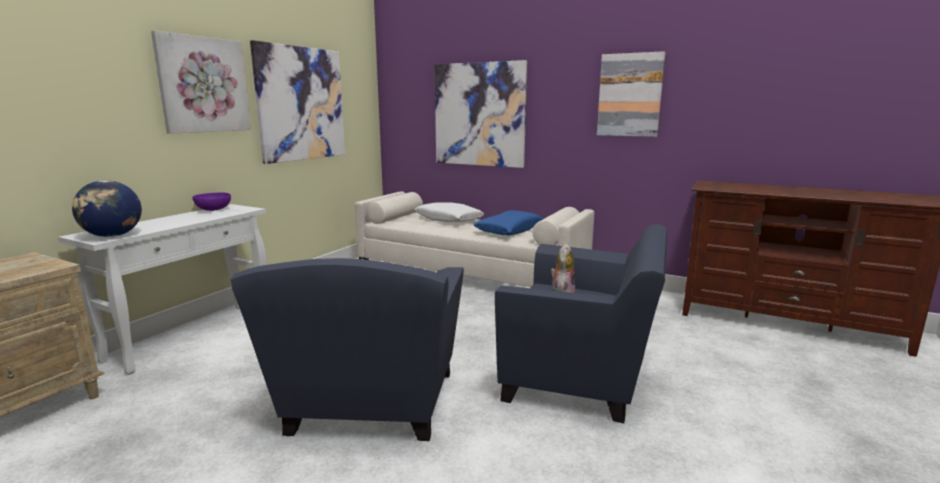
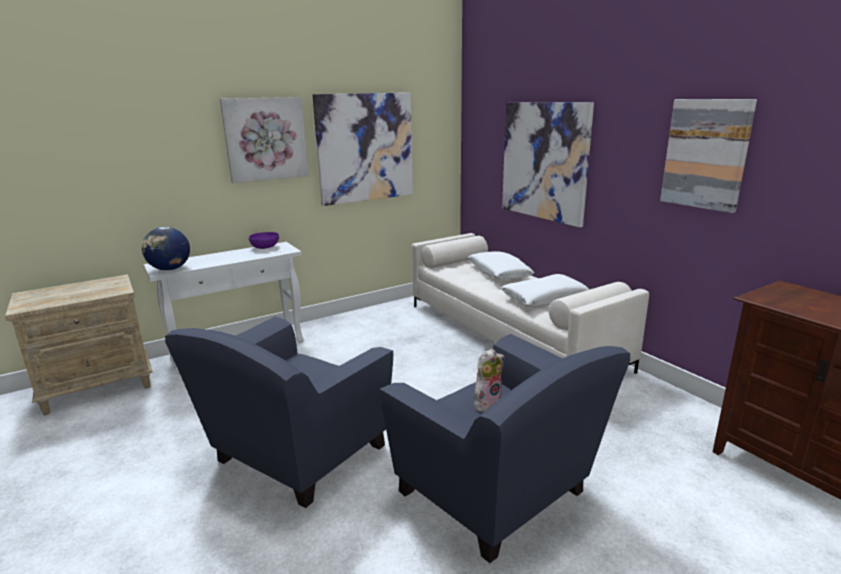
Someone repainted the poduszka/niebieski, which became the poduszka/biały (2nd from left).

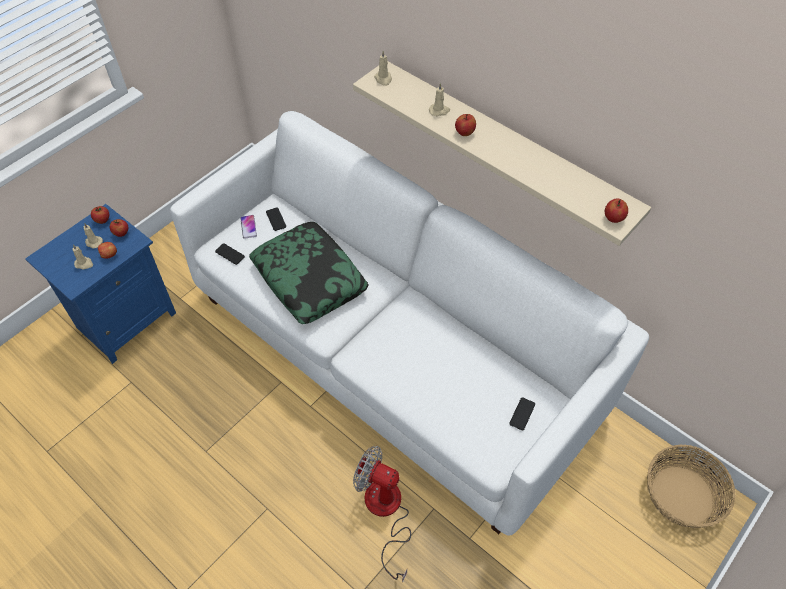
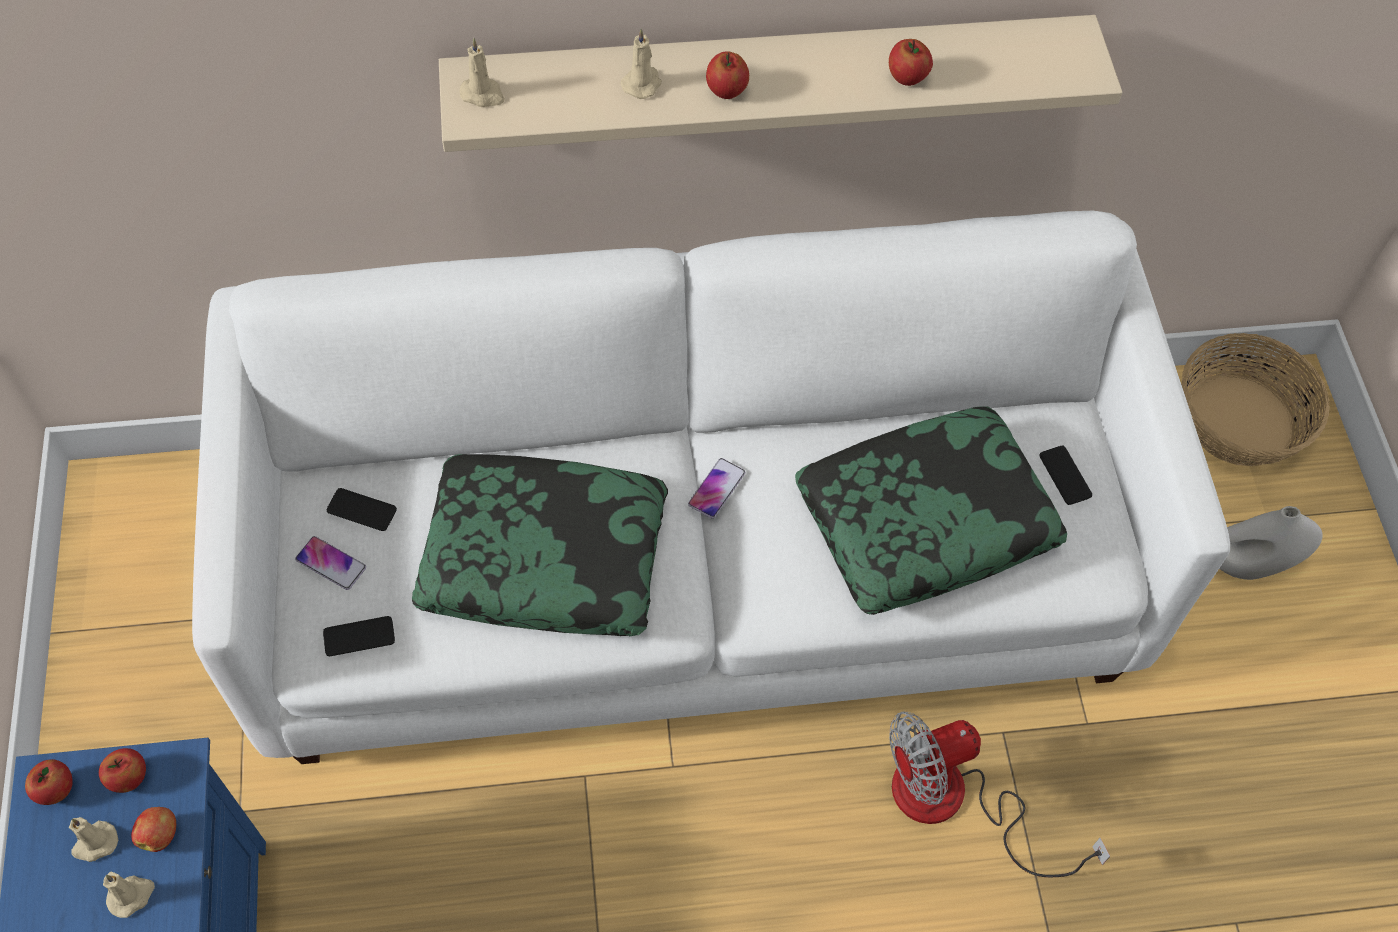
Someone carried the jabłko (5th from left). Someone put down the poduszka (2nd from left). Someone put down the telefon (4th from left). Someone put down the wazon/biały.

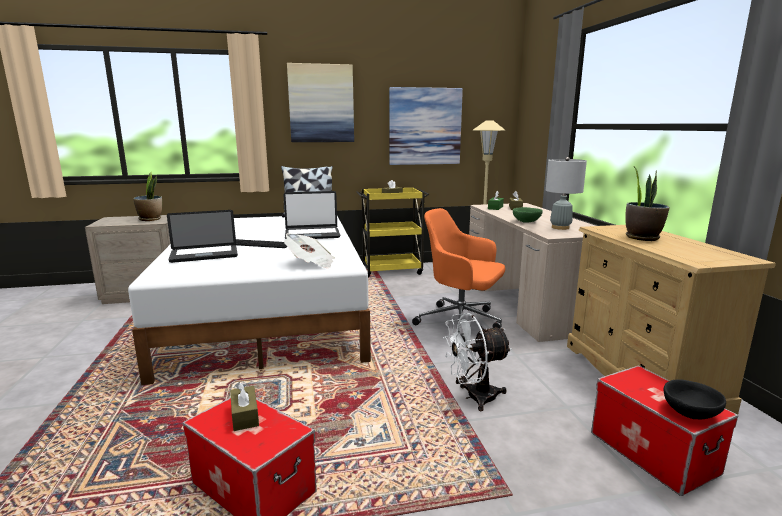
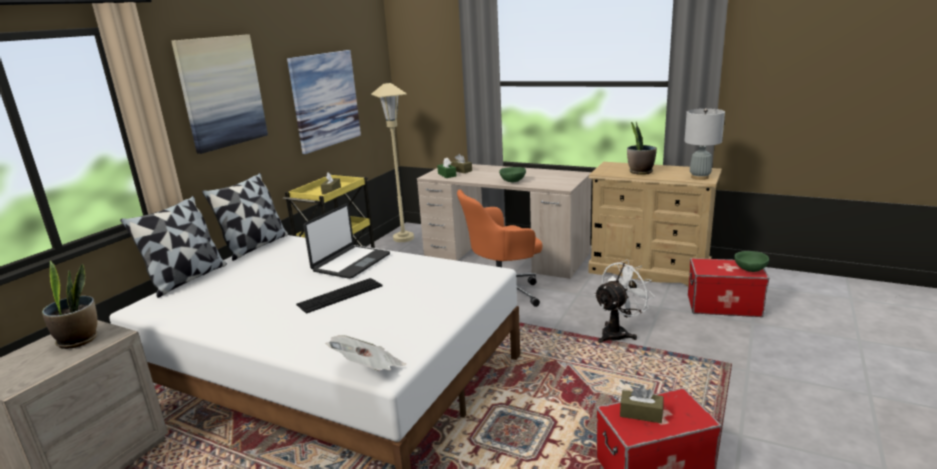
Someone carried the lampa stołowa/szary. Someone took away the laptop (1st from left). Someone carried the gazeta. Someone rotated the wentylator/biały by 150 degrees counterclockwise. Someone repainted the miska/czarny, which became the miska/zielony (2nd from left). Someone put down the poduszka (1st from left).

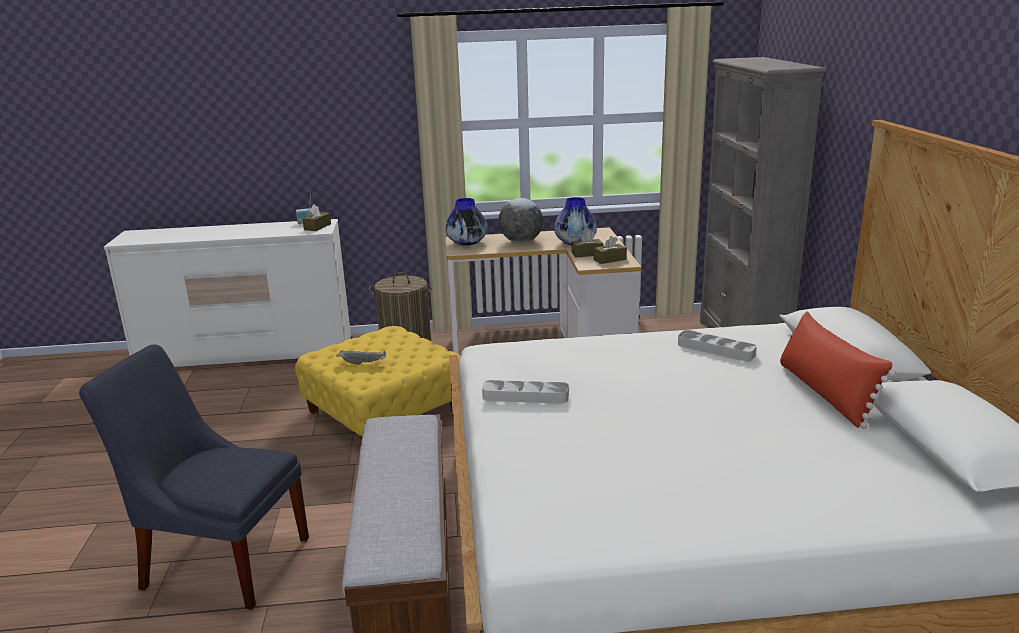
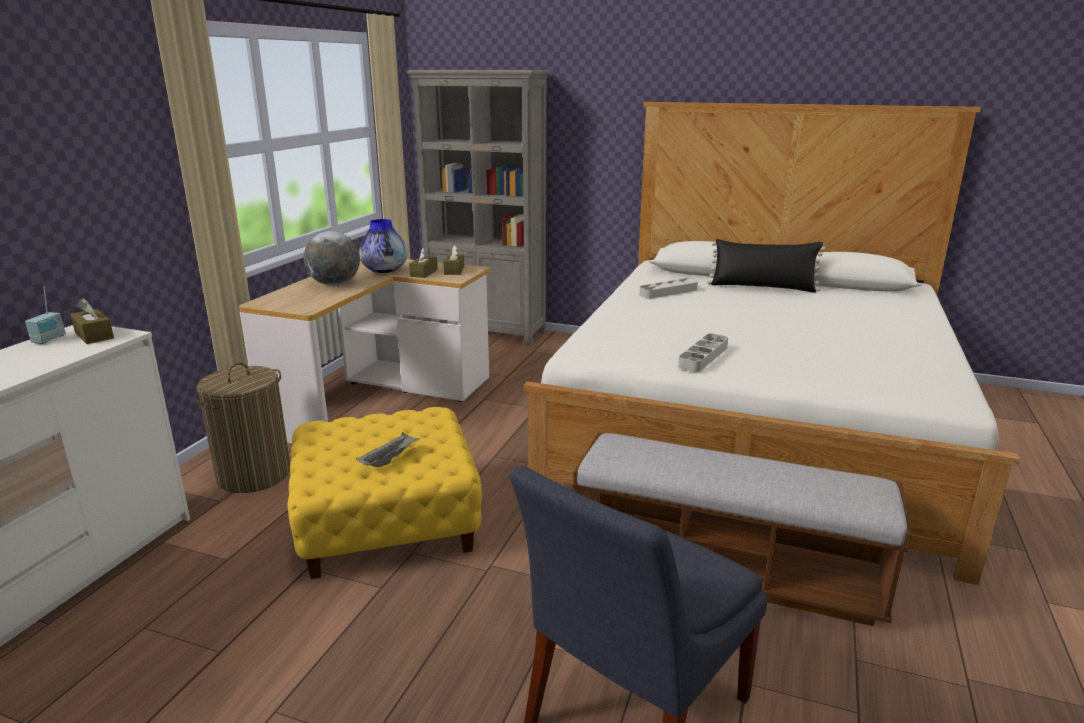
Someone took away the wazon (1st from left). Someone repainted the poduszka/czerwony, which became the poduszka/czarny.

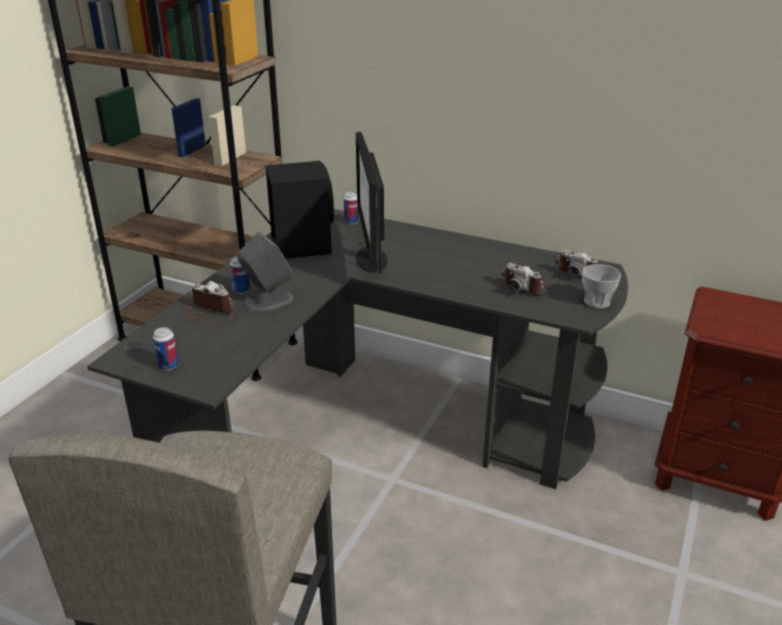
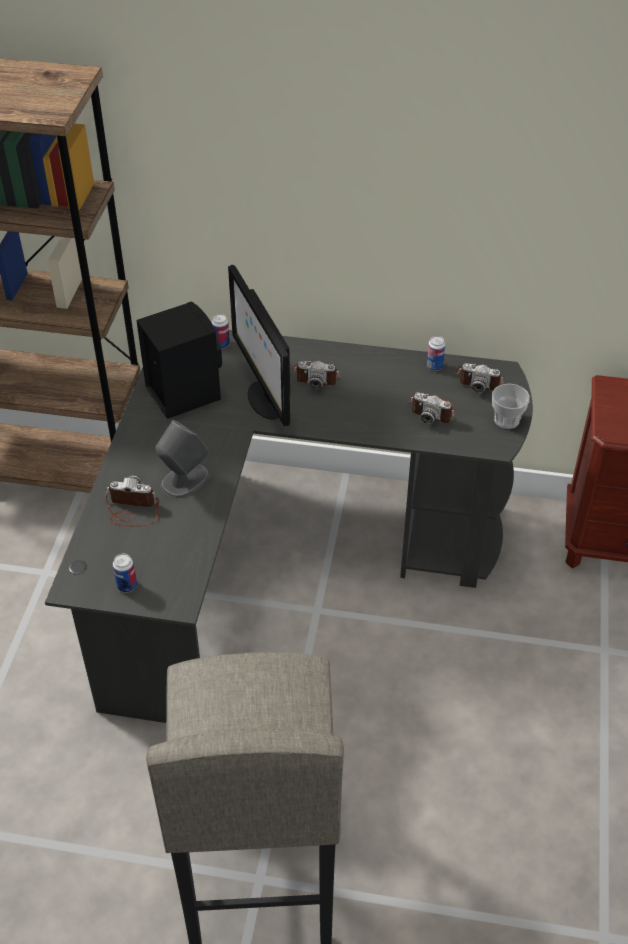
Someone carried the puszka (2nd from left in the first image). Someone put down the aparat fotograficzny (2nd from left).

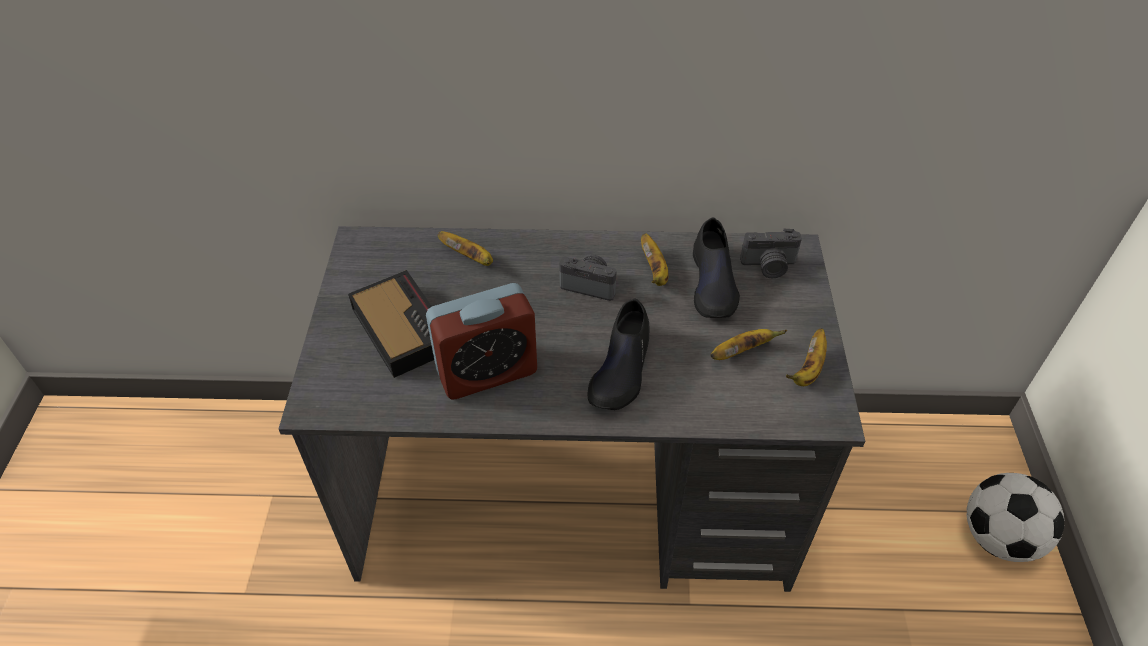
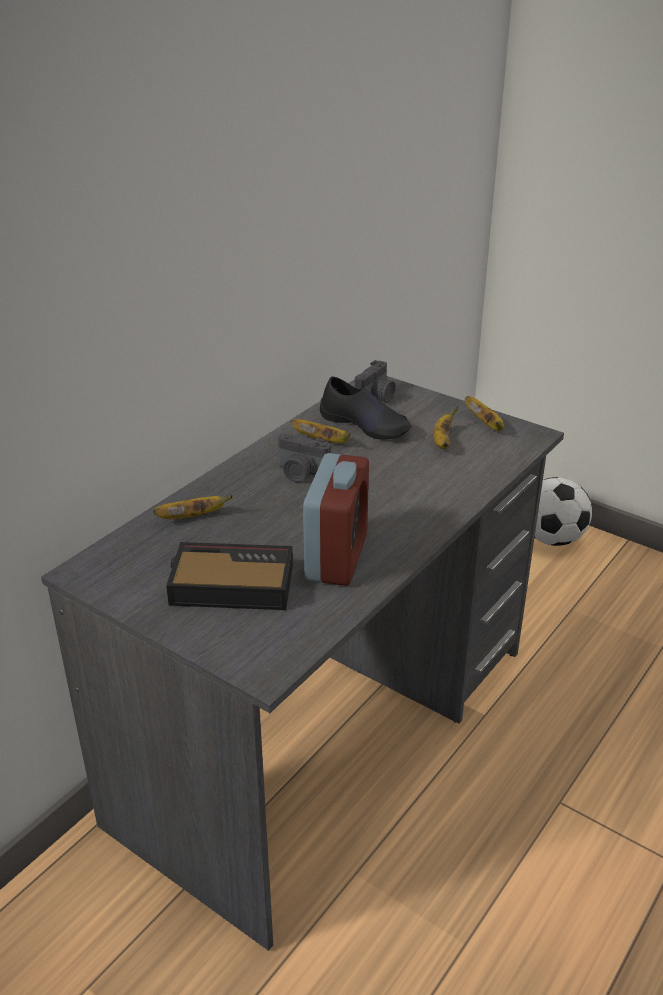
Someone rotated the aparat fotograficzny (1st from left) by 120 degrees counterclockwise. Someone took away the but/czarny (1st from left).

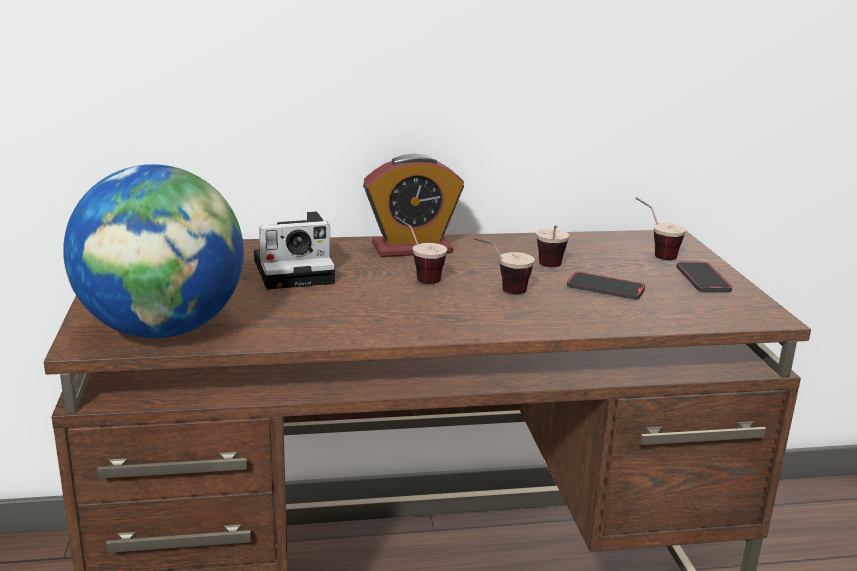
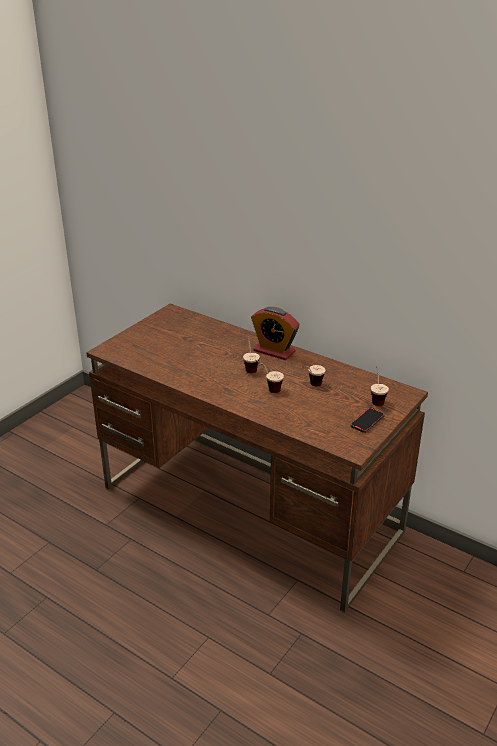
Someone took away the globus. Someone took away the aparat fotograficzny. Someone took away the telefon (1st from left).

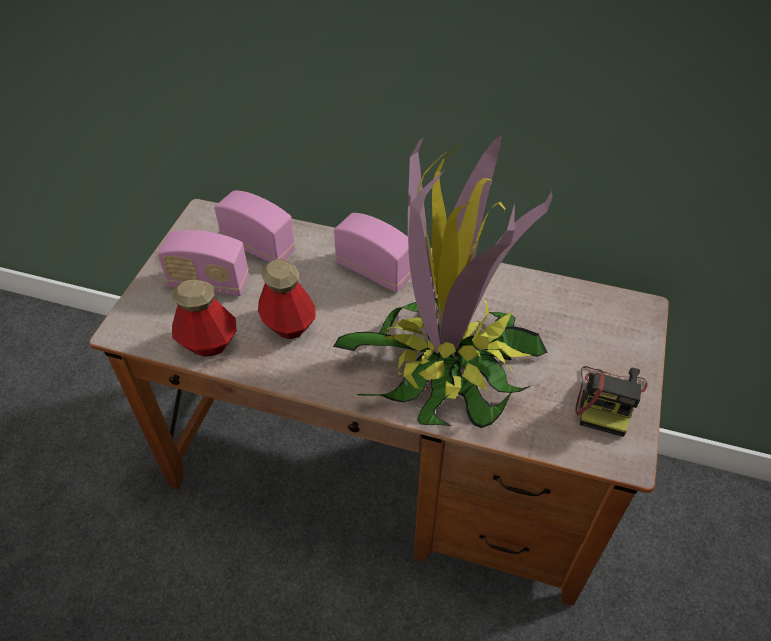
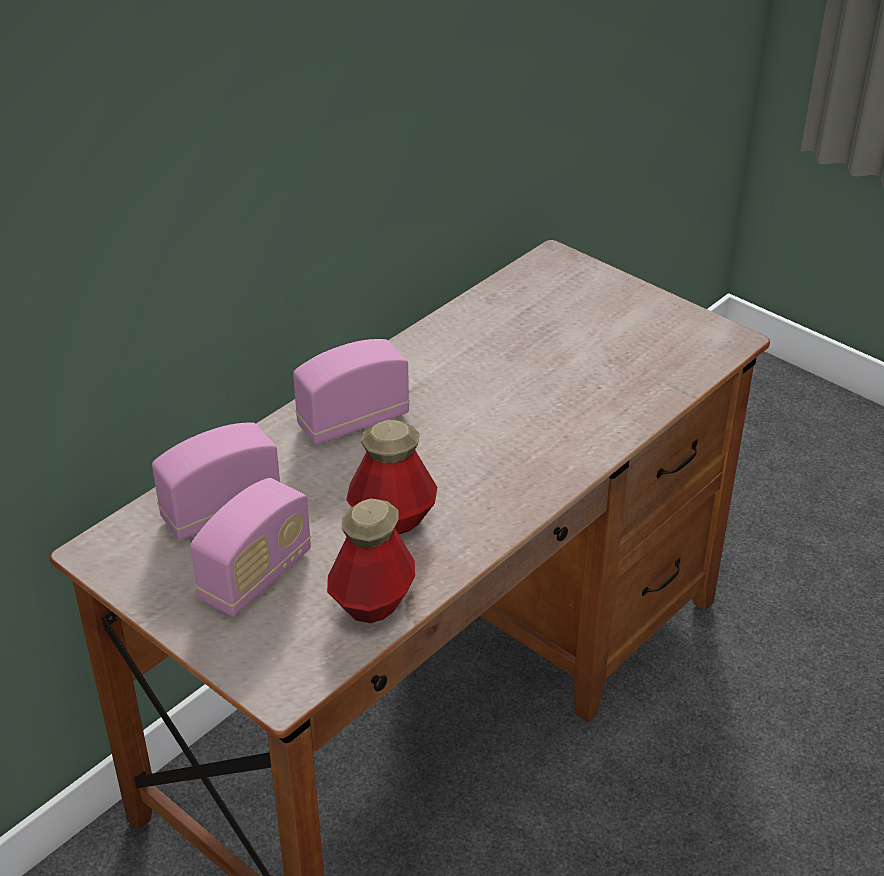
Someone took away the roślina doniczkowa. Someone took away the aparat fotograficzny.

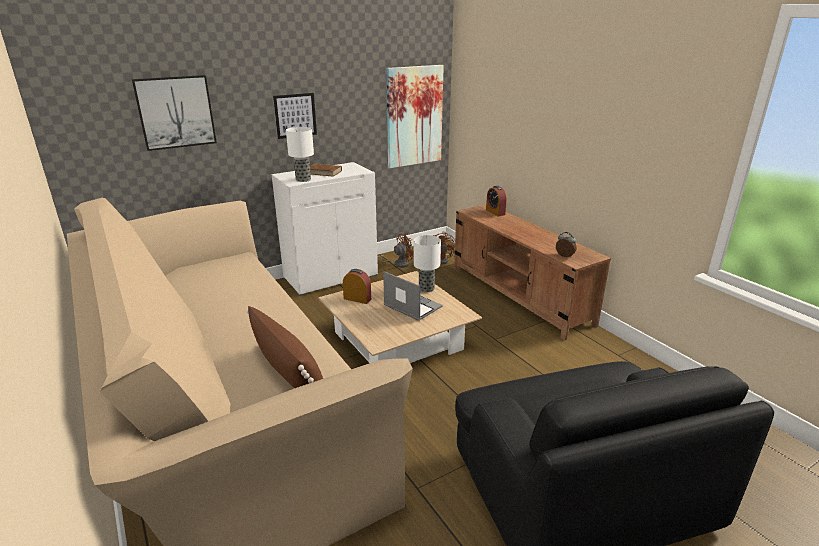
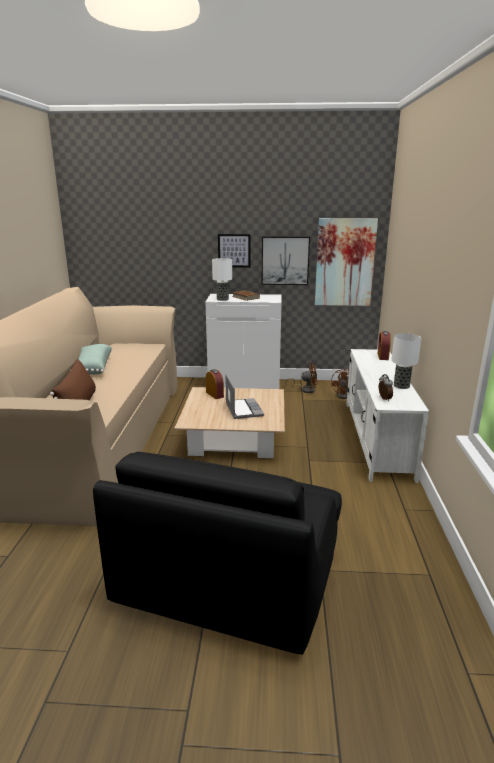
Someone carried the obraz (1st from left in the first image). Someone repainted the szafka pod telewizor/brązowy, which became the szafka pod telewizor/biały. Someone carried the lampa stołowa (2nd from left). Someone put down the poduszka/zielony.

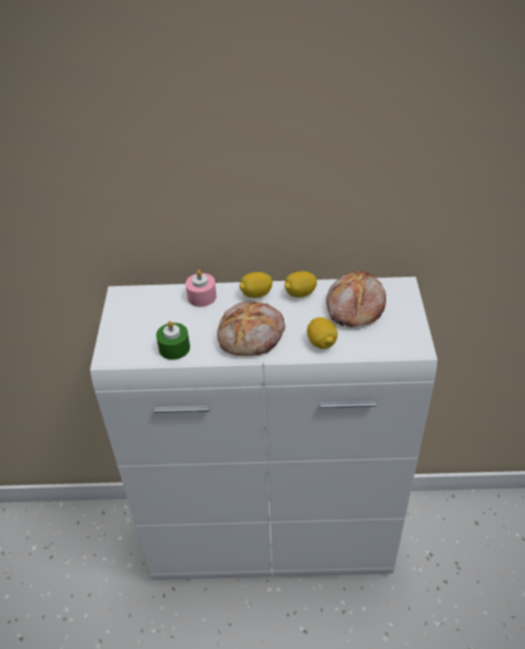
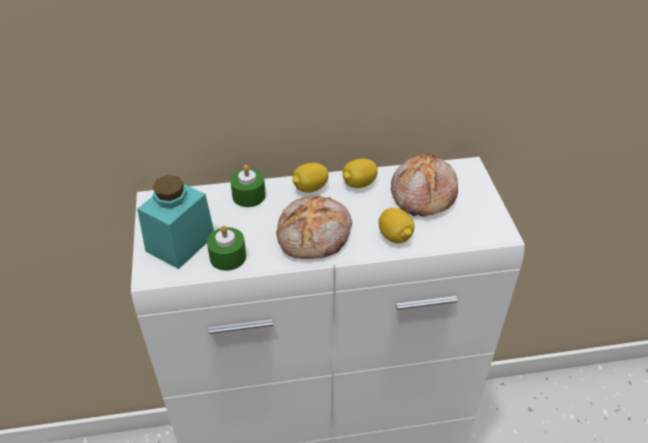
Someone repainted the świeca/różowy, which became the świeca/zielony (2nd from left). Someone put down the słoik/turkusowy.

